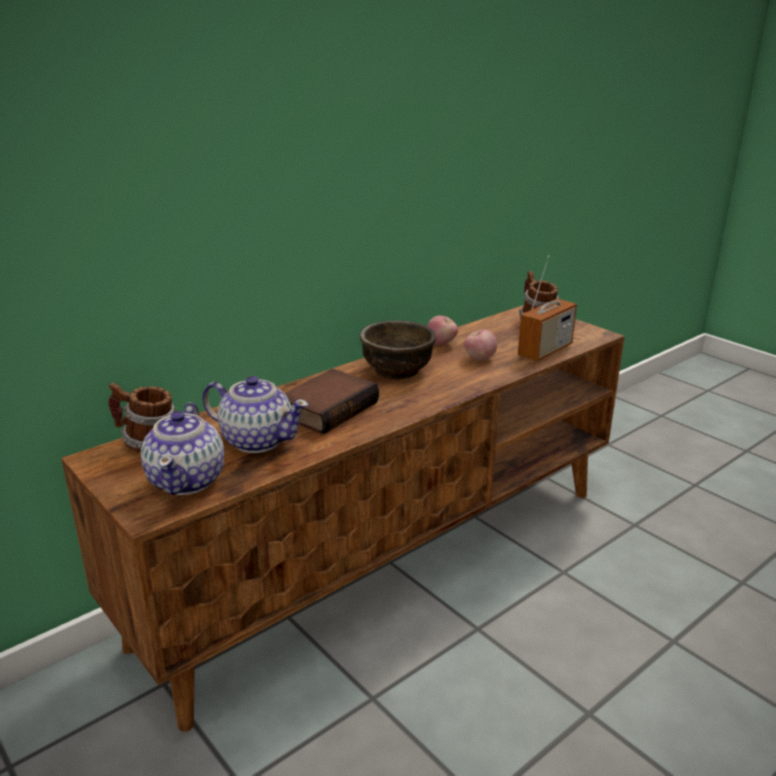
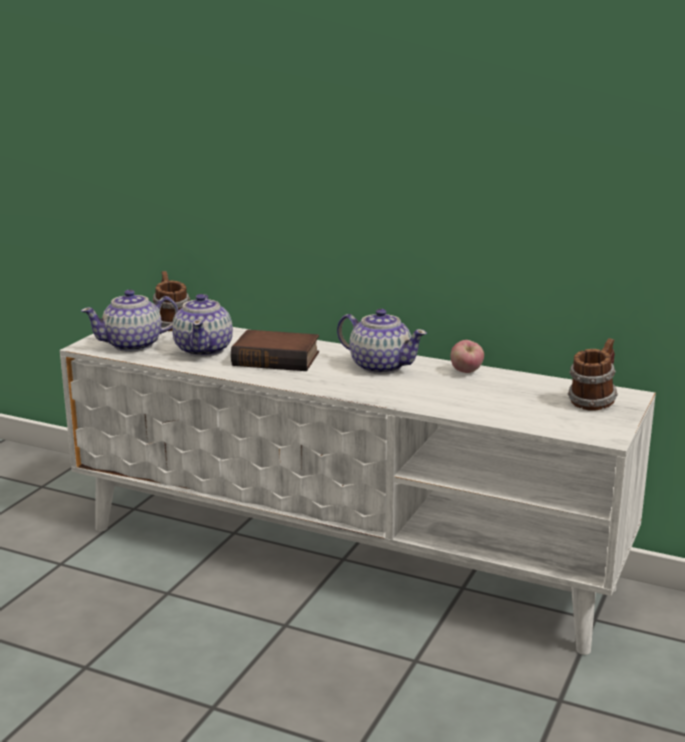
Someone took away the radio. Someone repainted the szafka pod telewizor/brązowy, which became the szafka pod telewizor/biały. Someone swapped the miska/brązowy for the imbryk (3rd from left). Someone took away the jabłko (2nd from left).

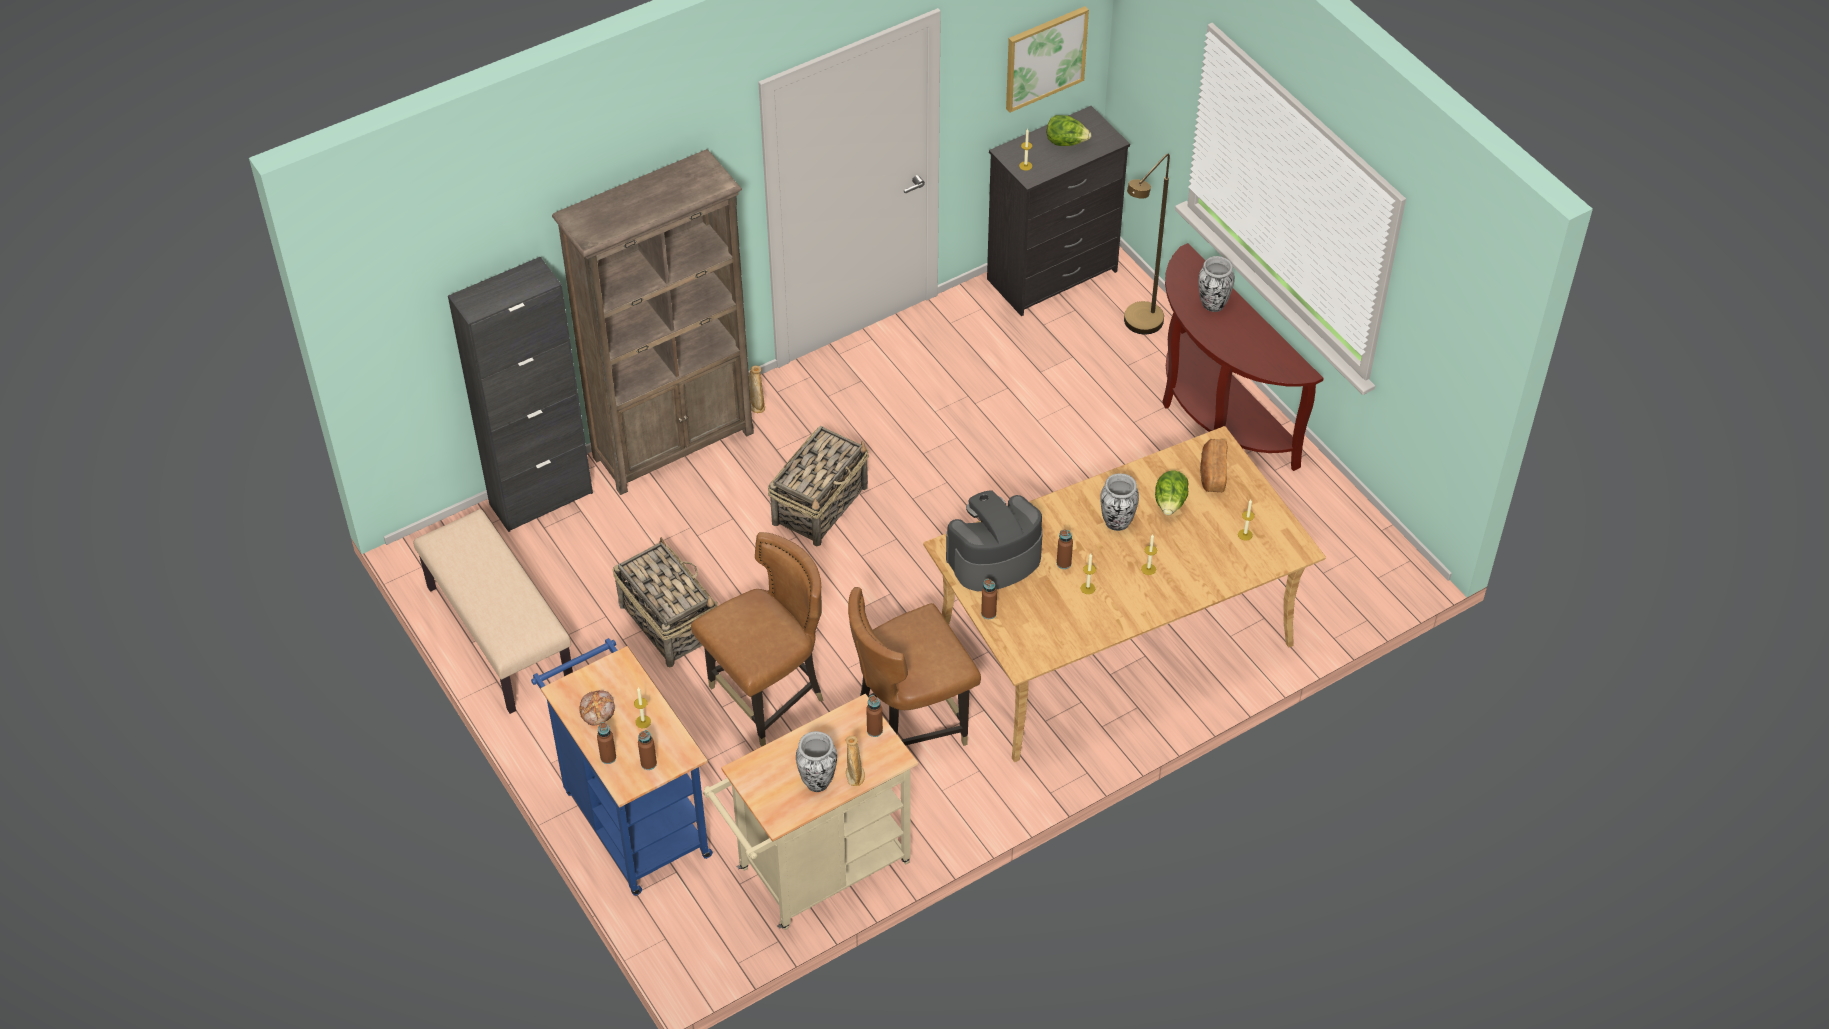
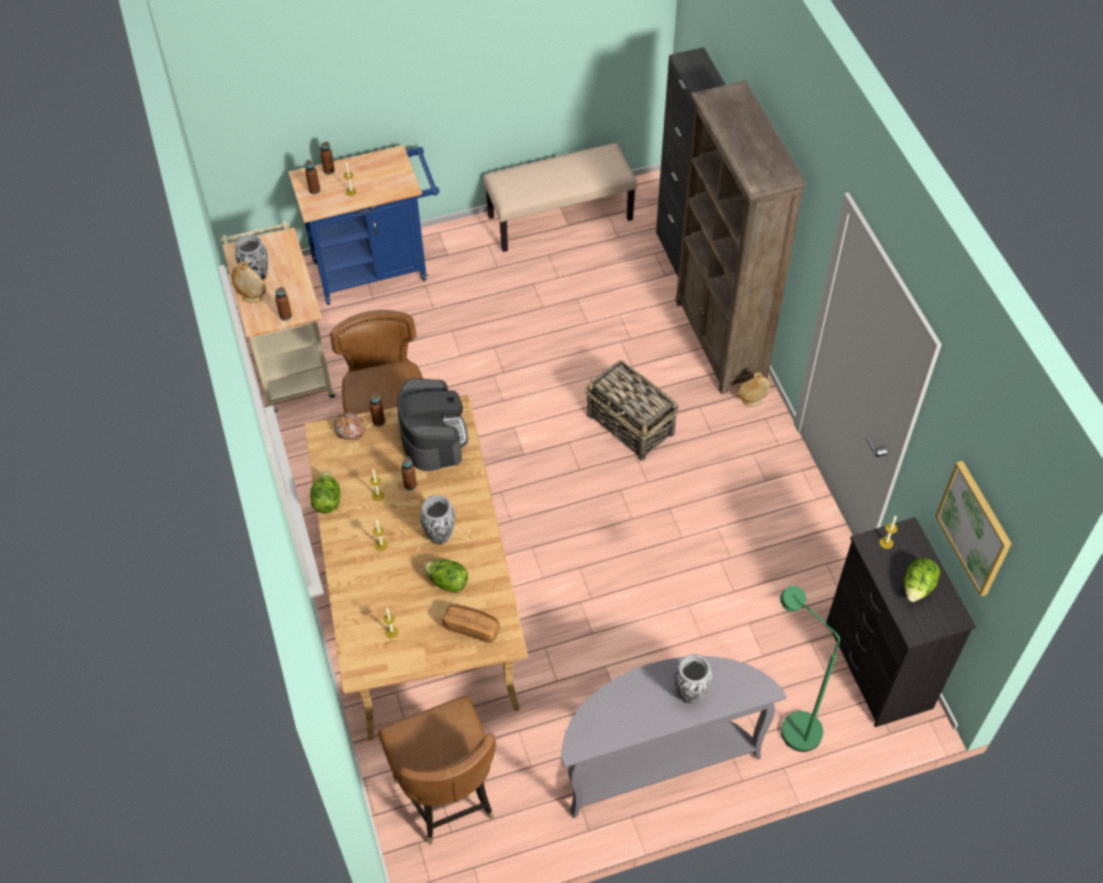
Someone repainted the lampa stojąca/brązowy, which became the lampa stojąca/zielony. Someone repainted the stolik konsolowy/brązowy, which became the stolik konsolowy/szary. Someone carried the krzesło/brązowy (1st from left in the first image). Someone took away the koszyk (1st from left). Someone carried the chleb (1st from left). Someone put down the sałata (1st from left).

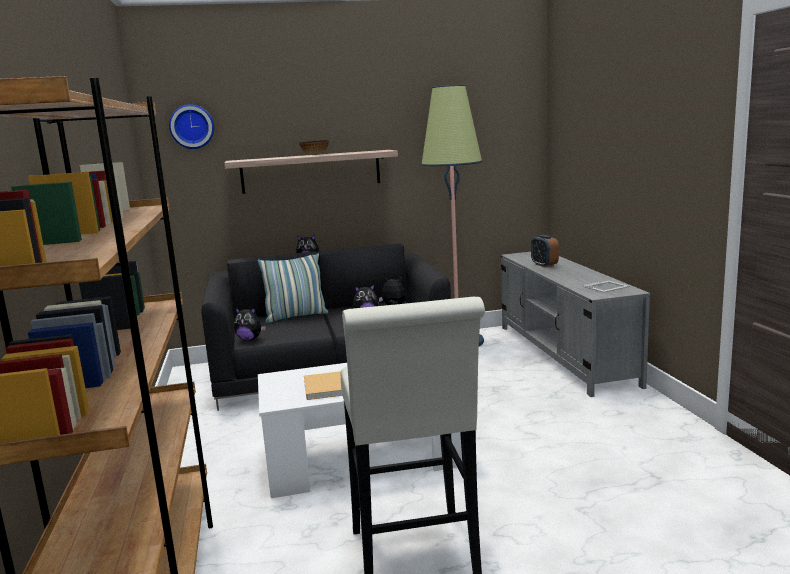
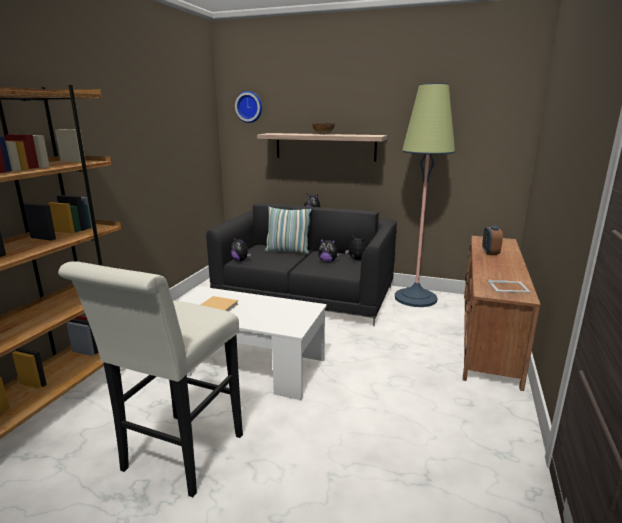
Someone repainted the szafka pod telewizor/szary, which became the szafka pod telewizor/brązowy.

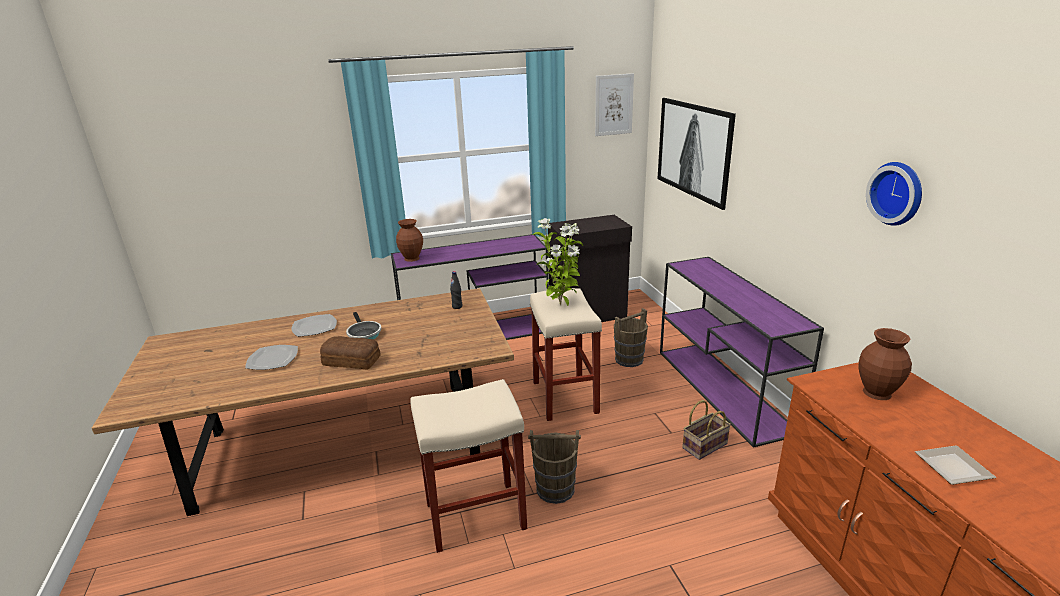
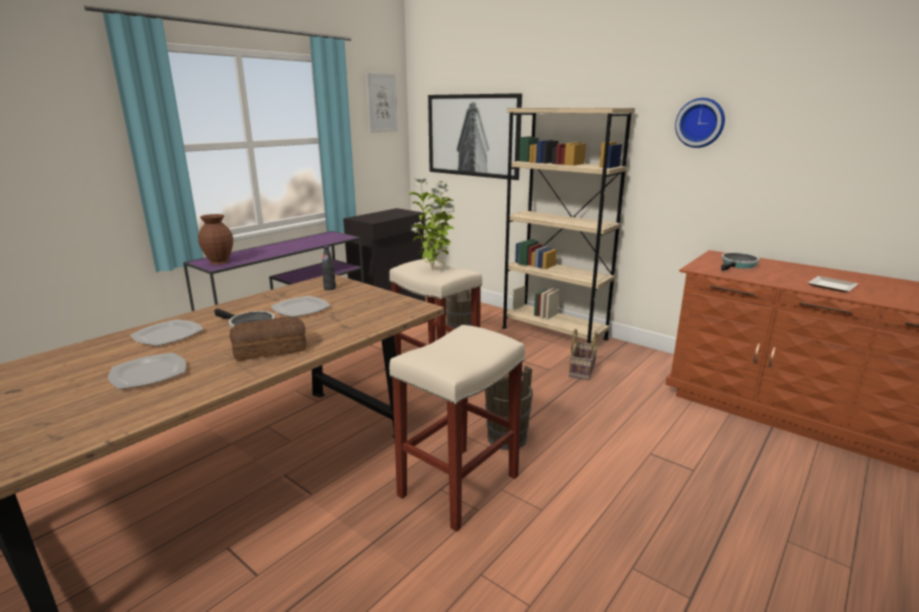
Someone swapped the stolik konsolowy/fioletowy (2nd from left) for the regał/beżowy. Someone swapped the wazon/brązowy (2nd from left) for the patelnia (2nd from left). Someone put down the talerz (3rd from left).

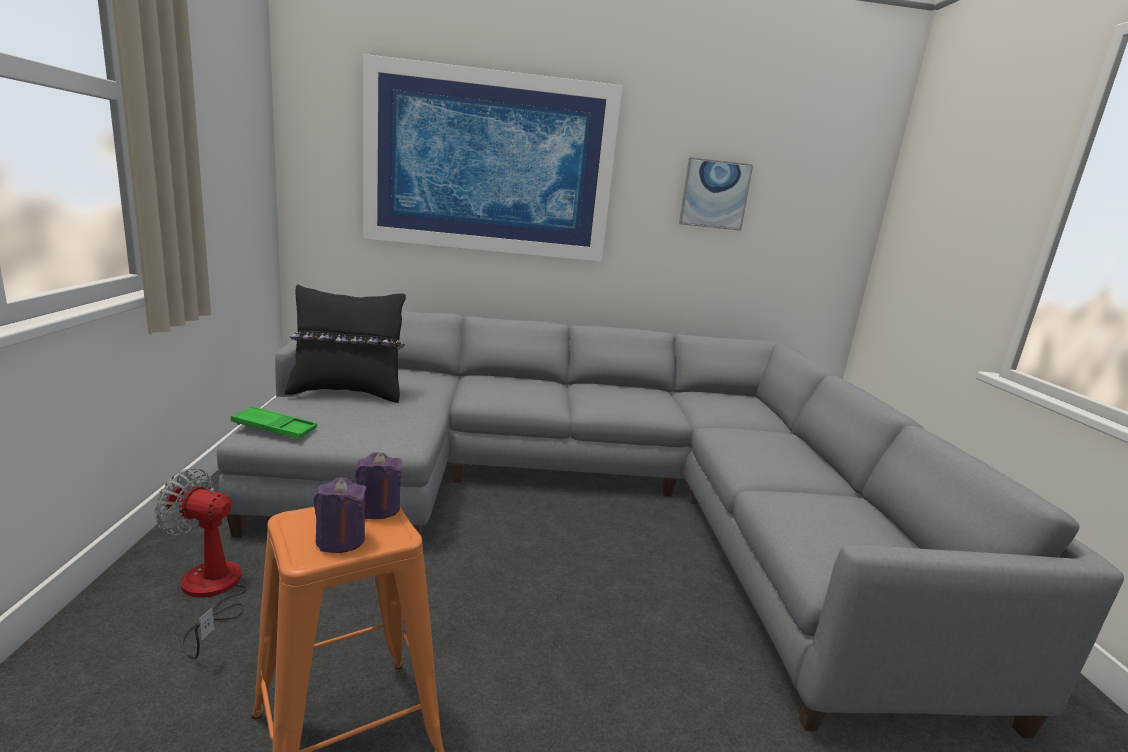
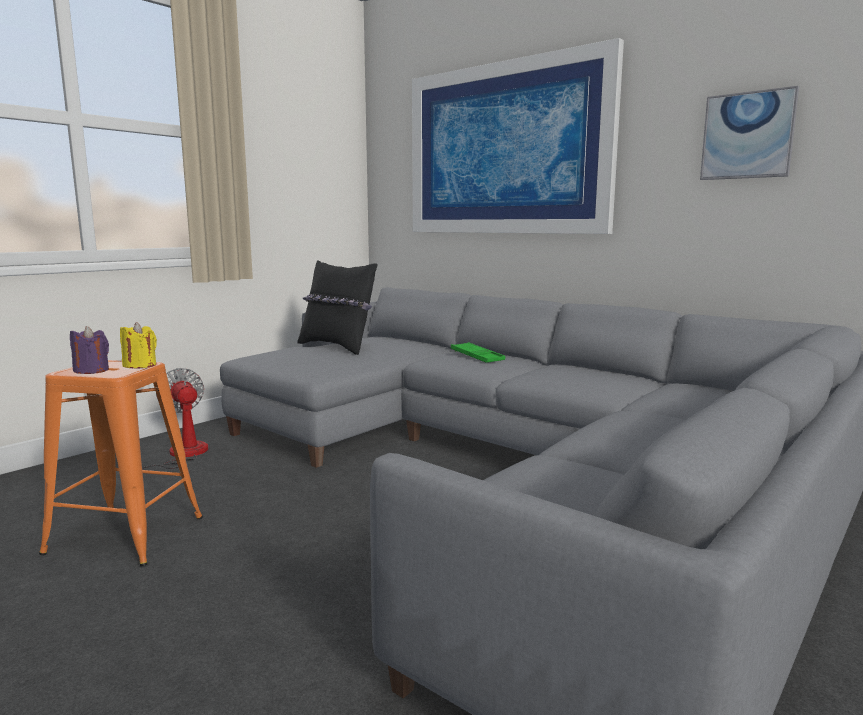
Someone carried the taca/zielony. Someone repainted the świeca/fioletowy (2nd from left), which became the świeca/żółty.

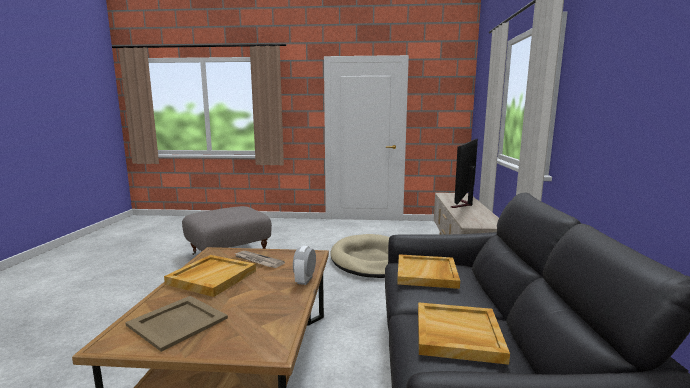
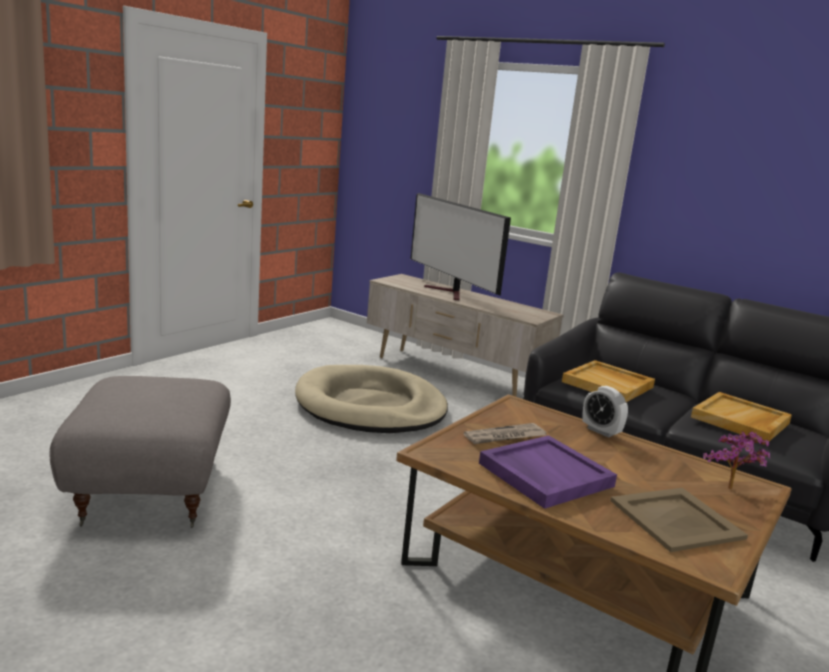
Someone repainted the taca/beżowy (2nd from left), which became the taca/fioletowy. Someone put down the roślina doniczkowa.

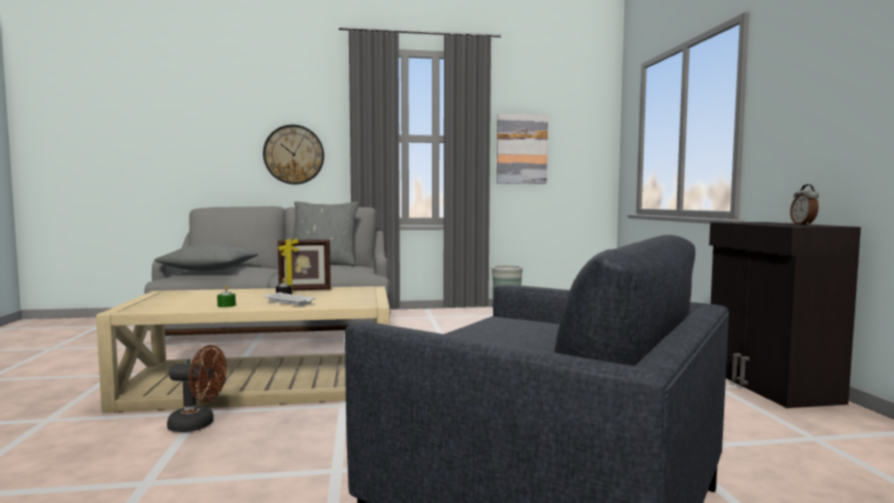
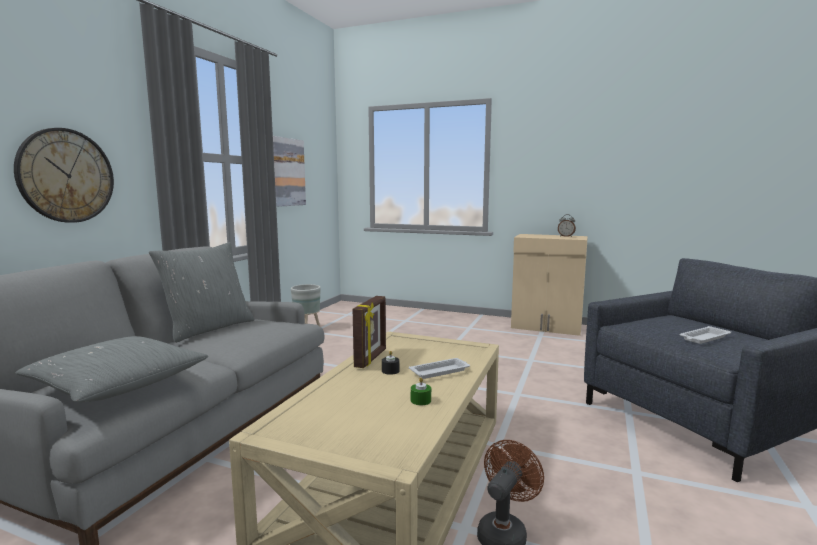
Someone repainted the szafka/czarny, which became the szafka/beżowy. Someone put down the taca/biały (2nd from left).

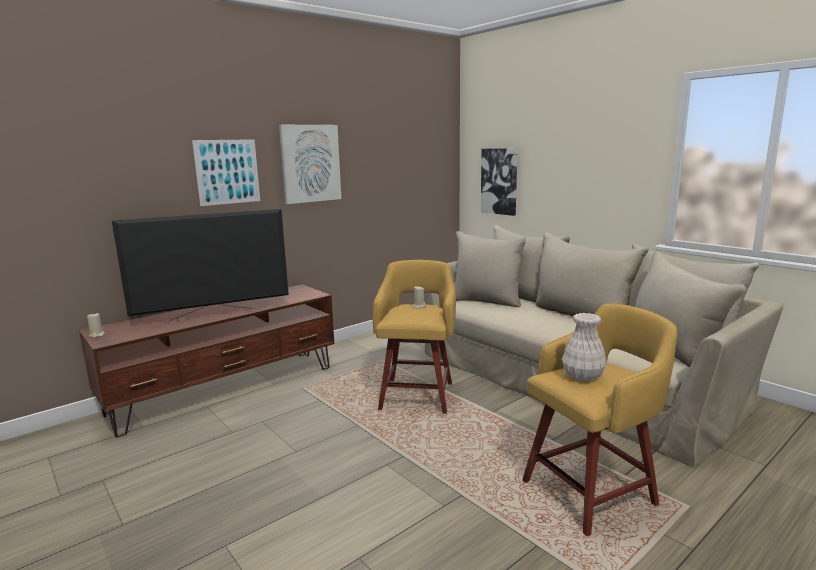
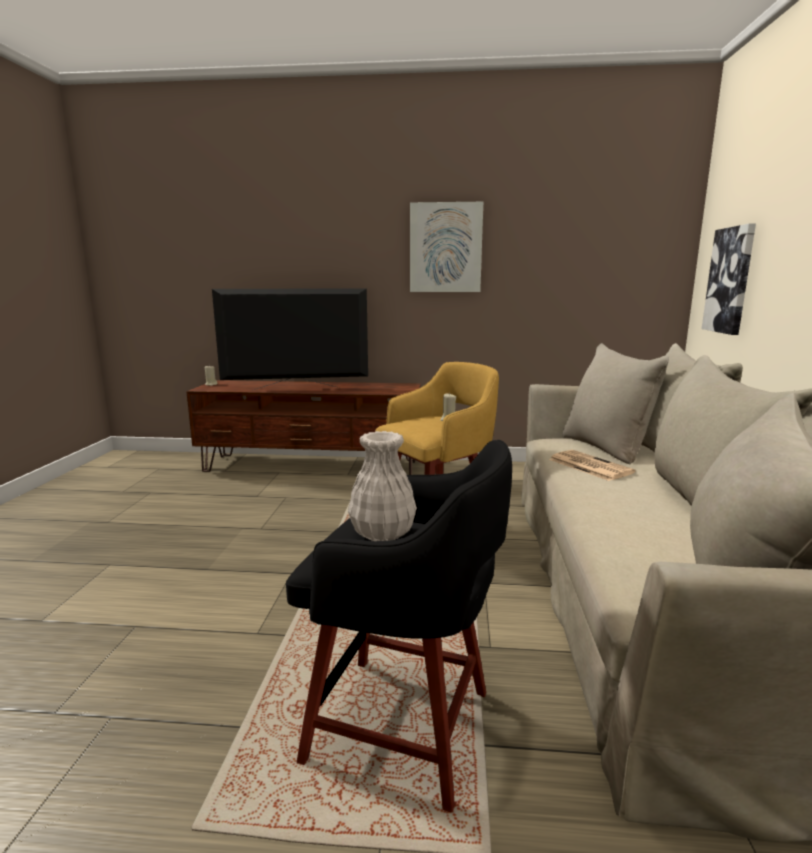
Someone took away the obraz (1st from left). Someone rotated the telewizor by 150 degrees clockwise. Someone repainted the stołek/żółty (2nd from left), which became the stołek/czarny. Someone put down the gazeta.

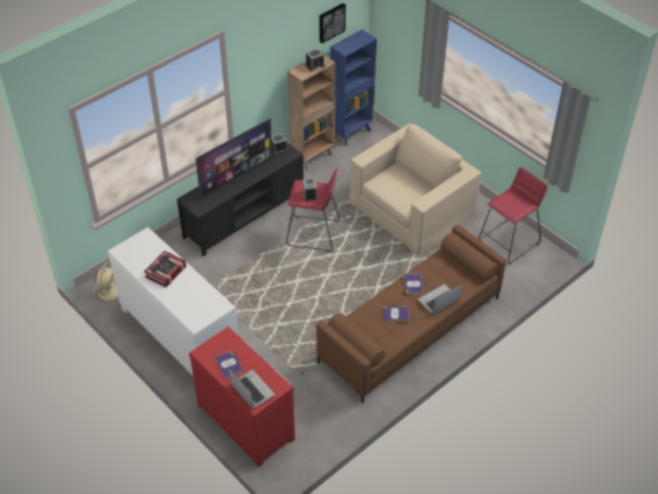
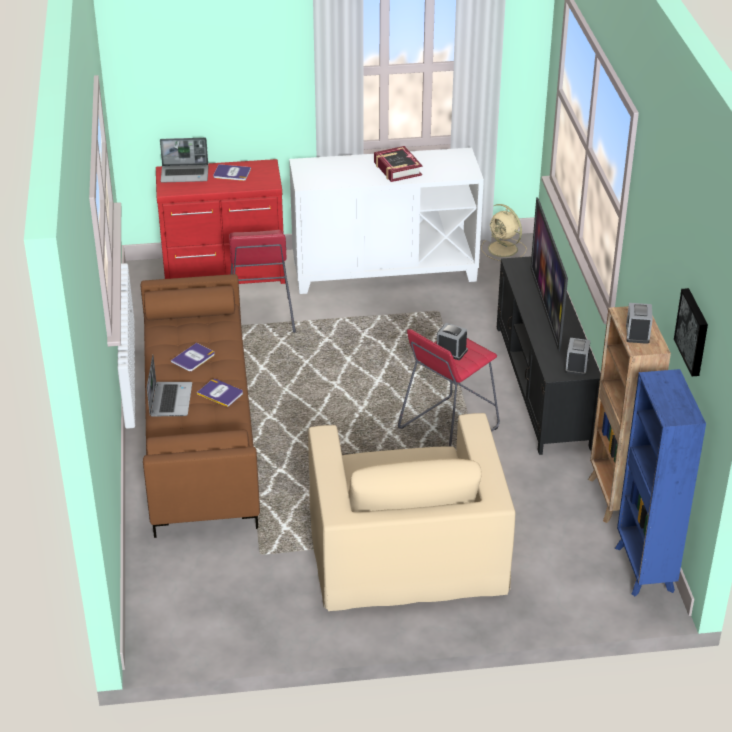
Someone carried the stołek/czerwony (2nd from left in the first image).

